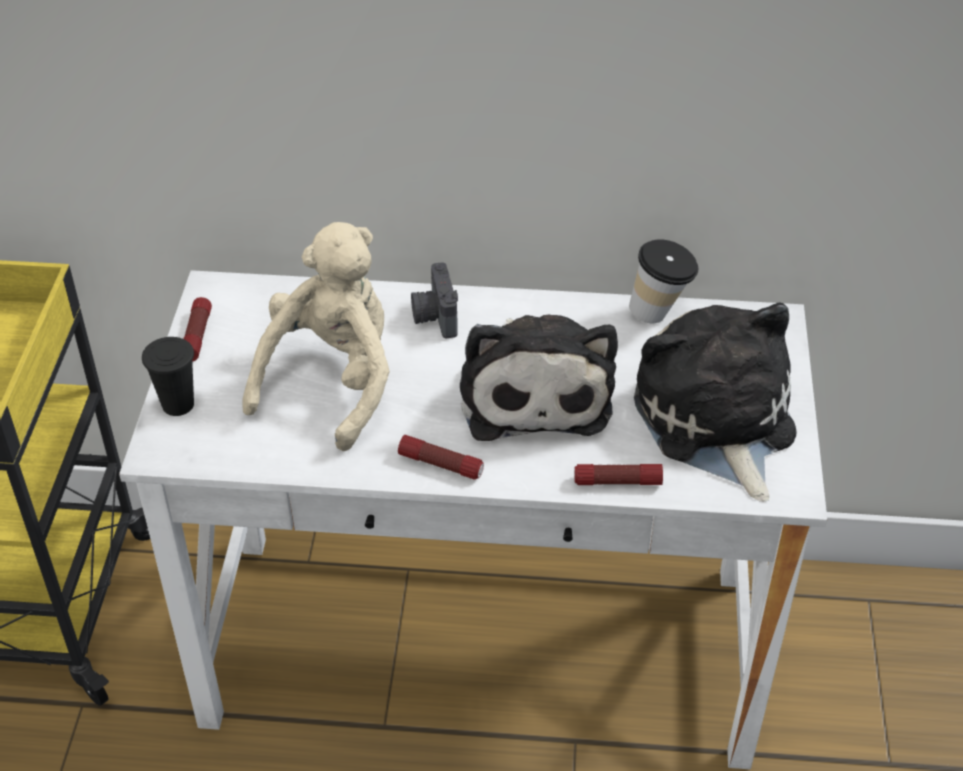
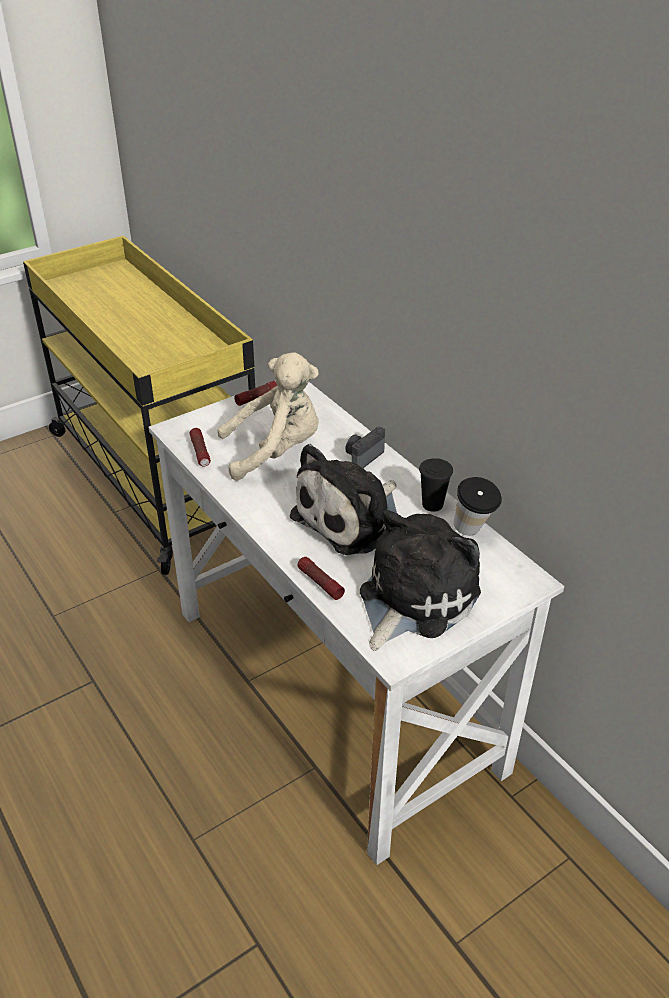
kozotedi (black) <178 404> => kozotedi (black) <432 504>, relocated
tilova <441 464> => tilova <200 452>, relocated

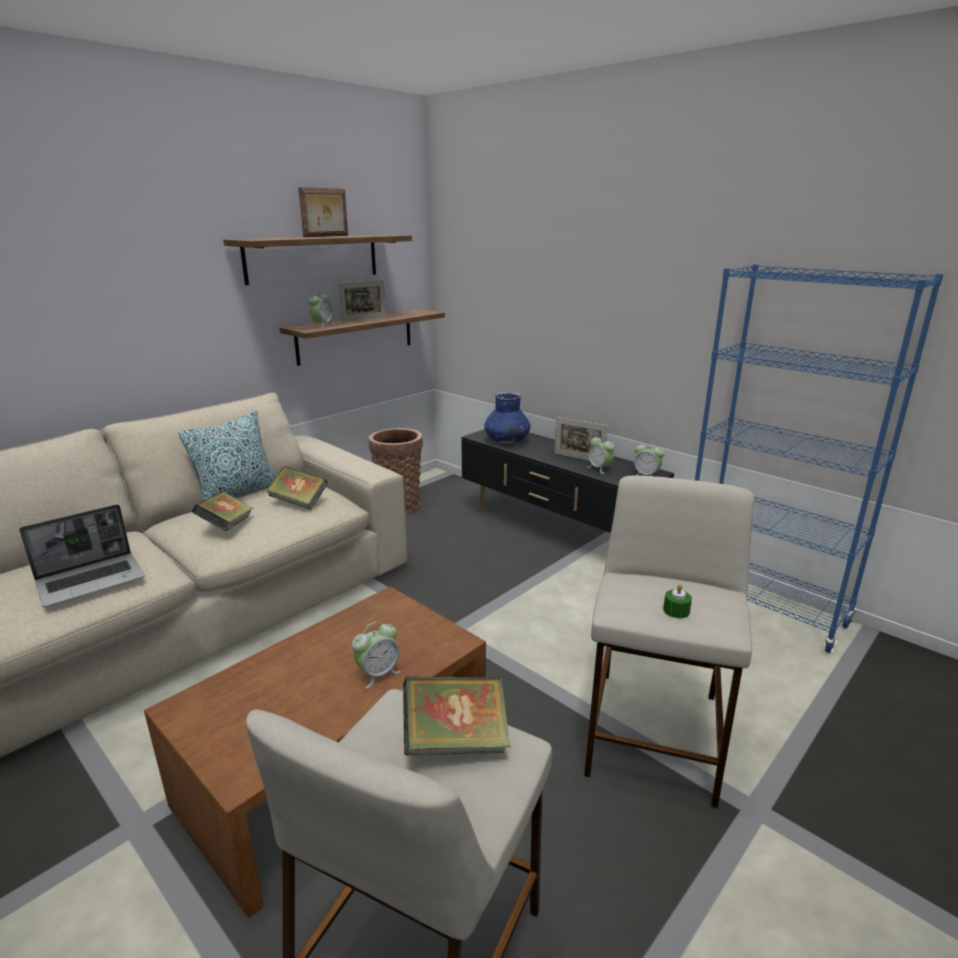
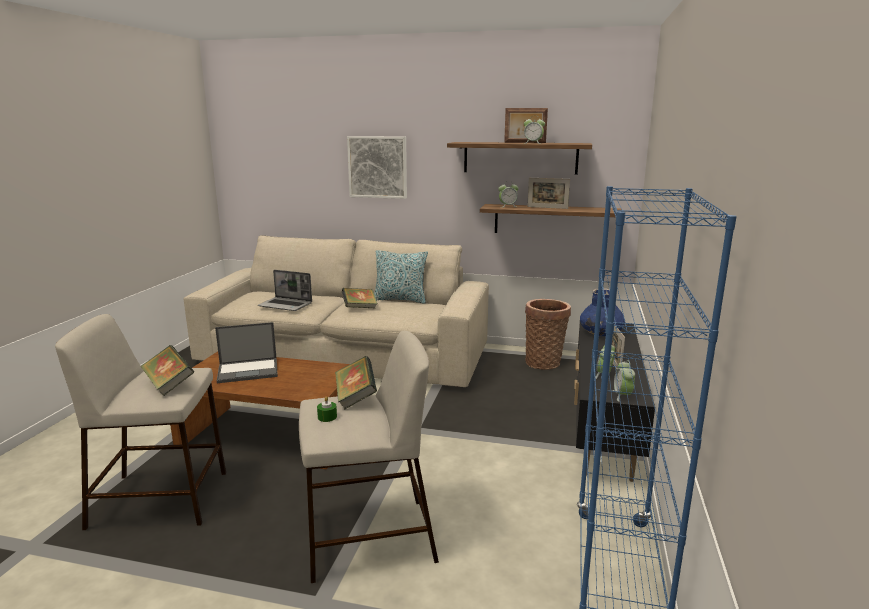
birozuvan <299 502> => birozuvan <355 397>, relocated
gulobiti <378 674> => gulobiti <533 143>, relocated
nothing => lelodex <377 167>
nothing => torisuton <249 370>

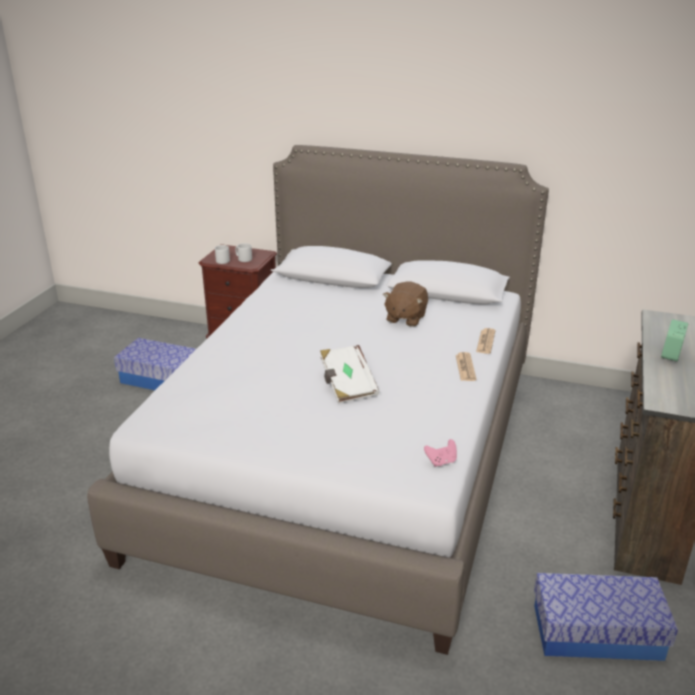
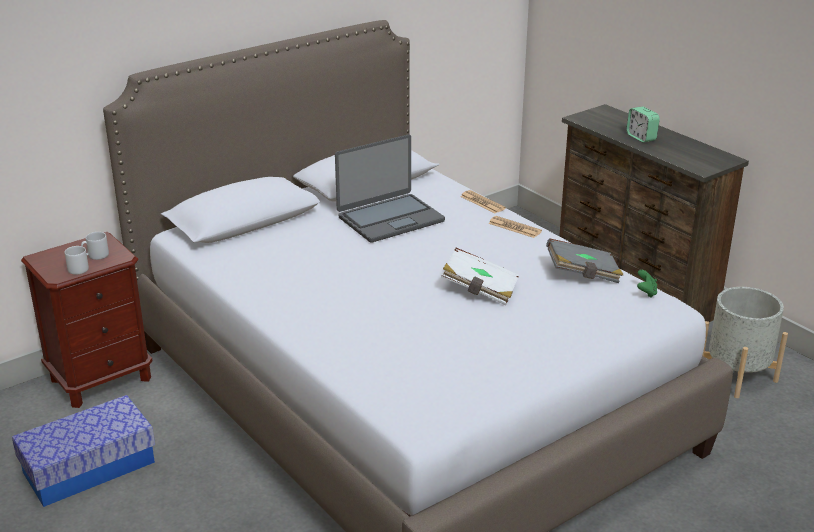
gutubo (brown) <405 318> => torisuton <390 219>
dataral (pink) <441 461> => dataral (green) <646 292>
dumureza <597 632> => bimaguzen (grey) <737 375>
nothing => birozuvan (grey) <583 274>

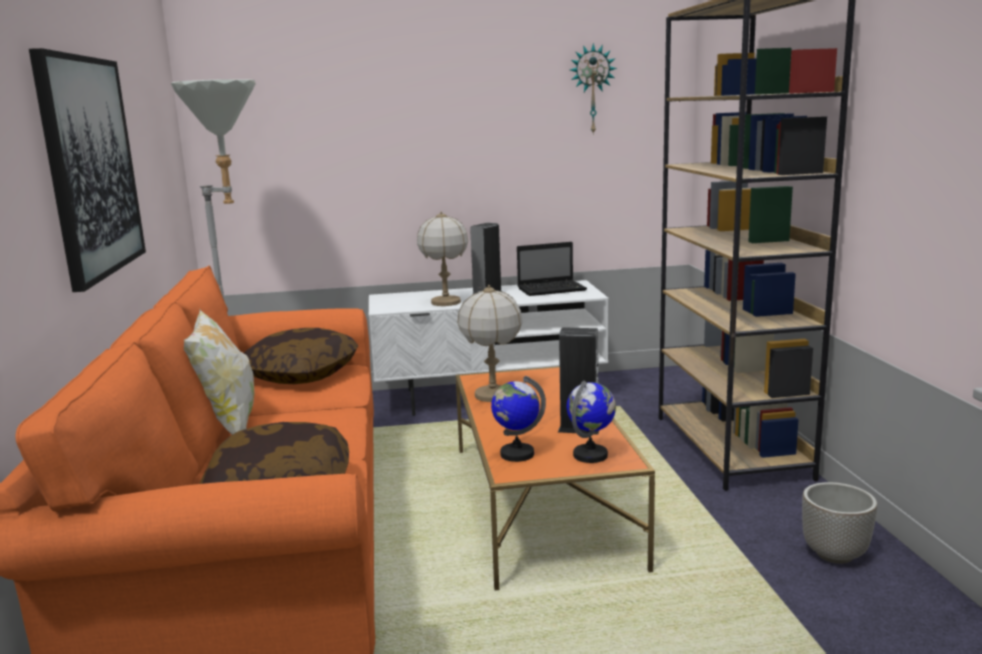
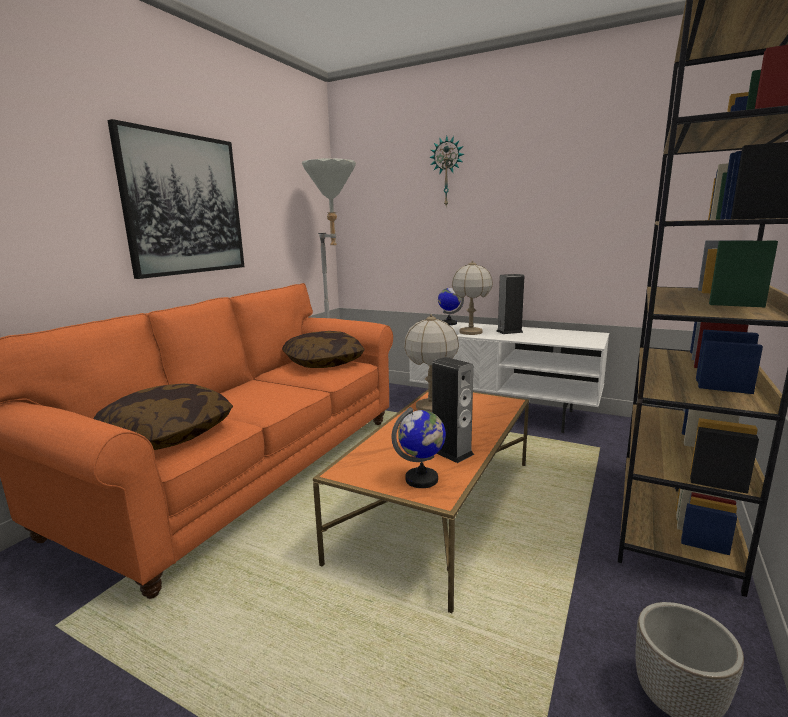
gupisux <592 89> => gupisux <447 172>, relocated
torisuton <553 289> => nothing
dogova <227 425> => nothing
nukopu <516 454> => nukopu <448 323>, relocated

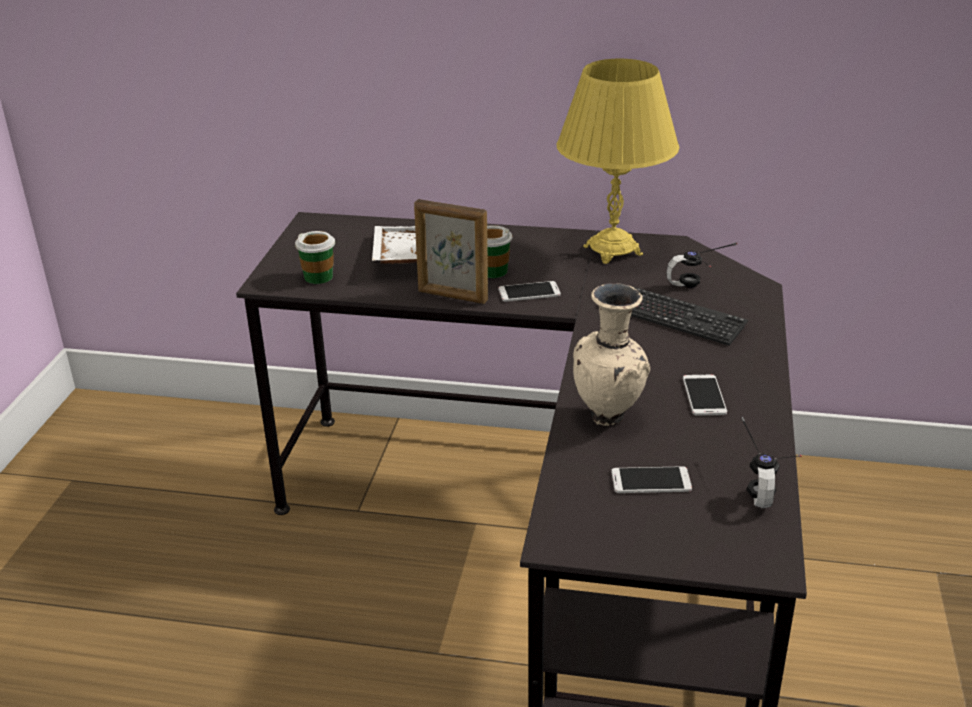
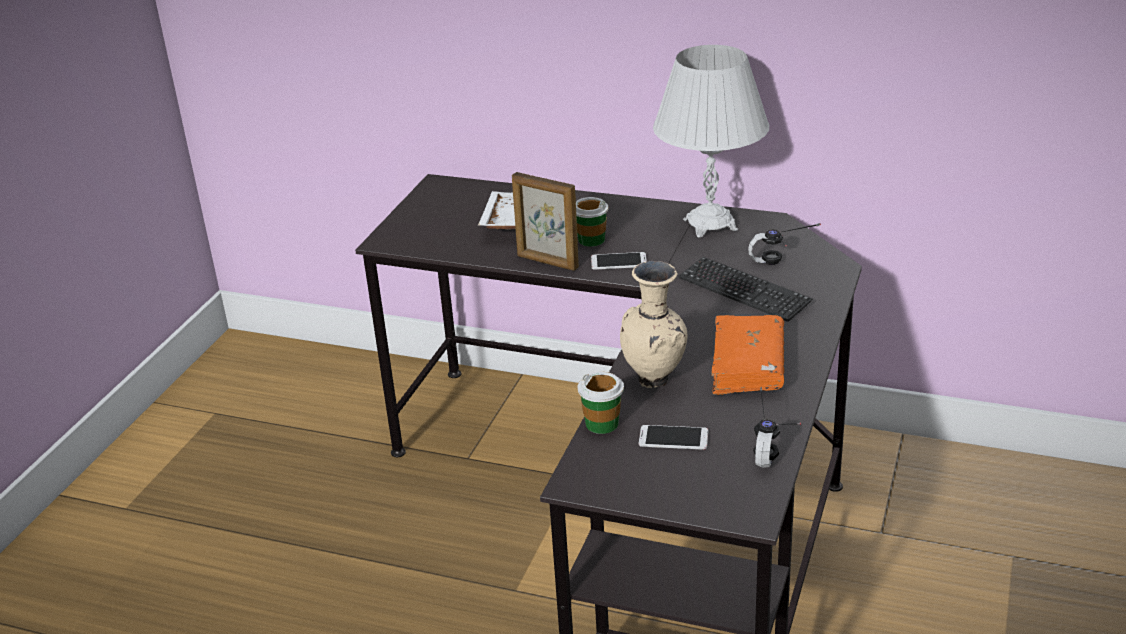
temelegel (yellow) <613 250> => temelegel (white) <710 225>
kozotedi <318 277> => kozotedi <602 423>, relocated
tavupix <704 395> => birozuvan (orange) <748 366>

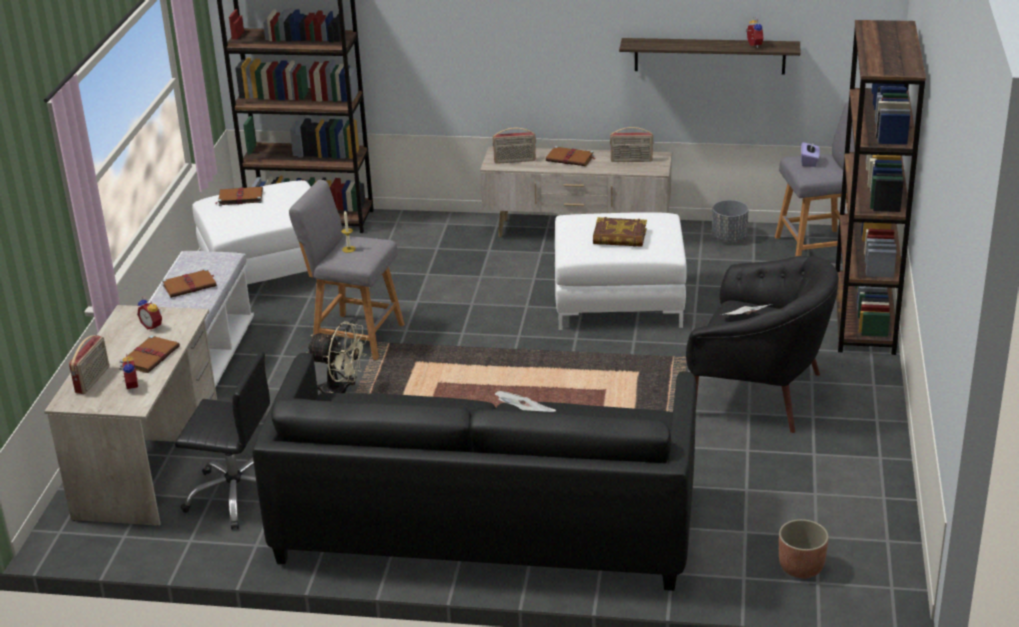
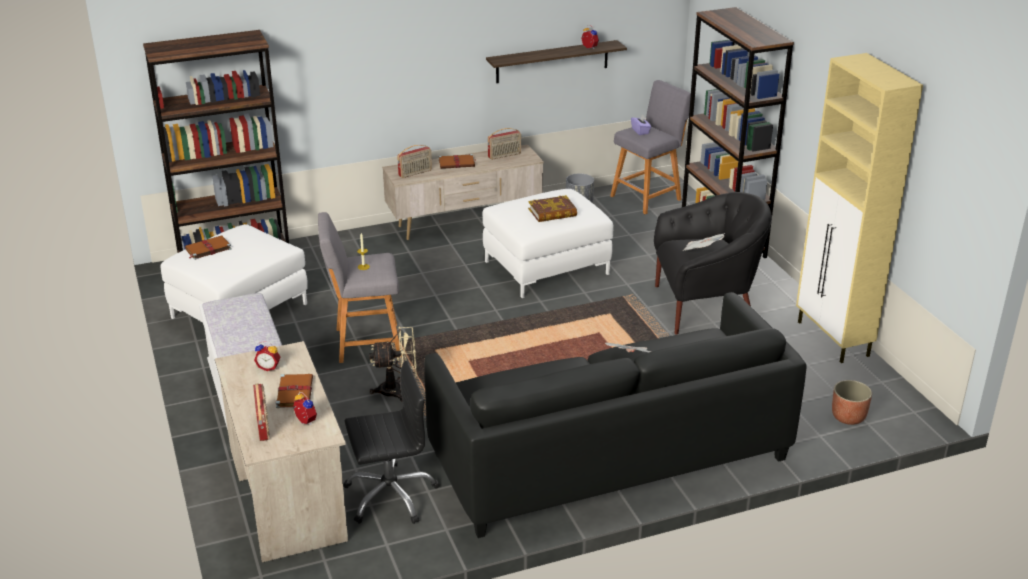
birozuvan (brown) <190 285> => nothing
nothing => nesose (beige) <833 339>

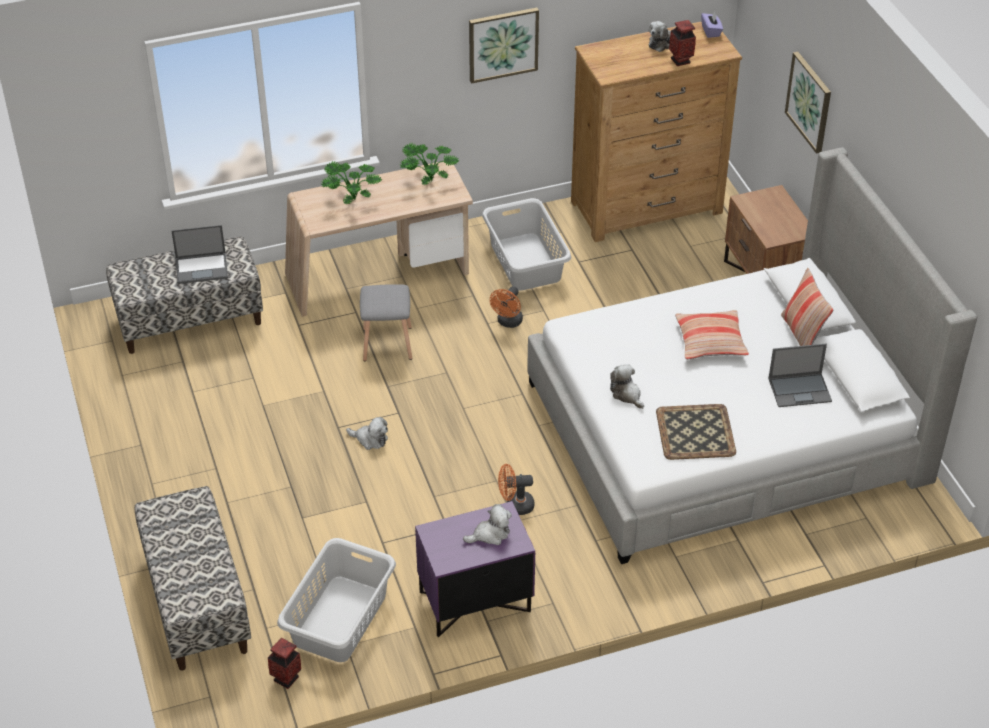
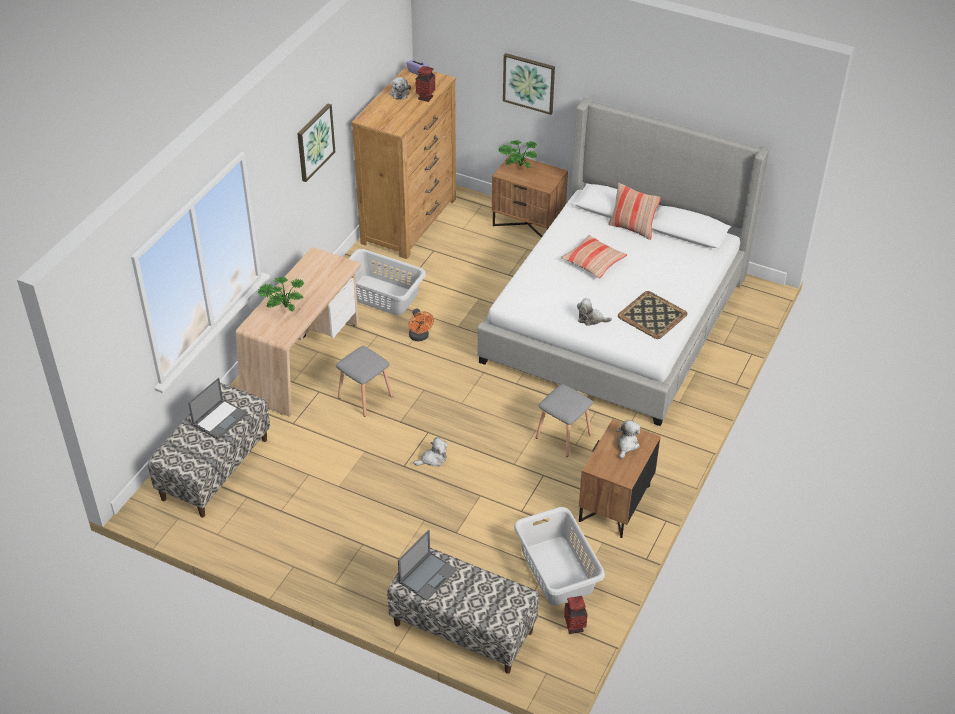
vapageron <428 179> => vapageron <517 166>, relocated
torisuton <800 390> => torisuton <428 575>, relocated
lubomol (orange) <515 505> => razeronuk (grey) <564 436>
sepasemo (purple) <475 603> => sepasemo (brown) <615 504>

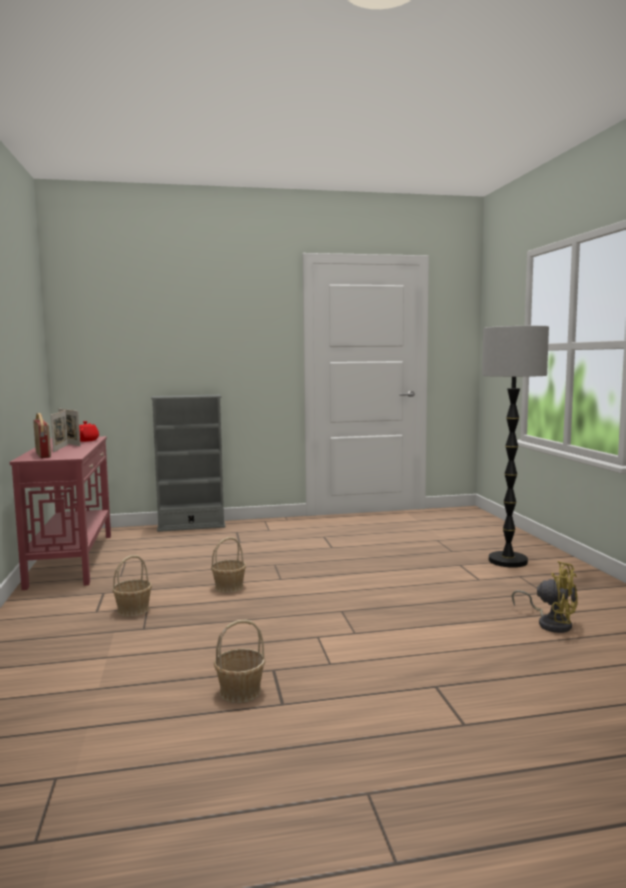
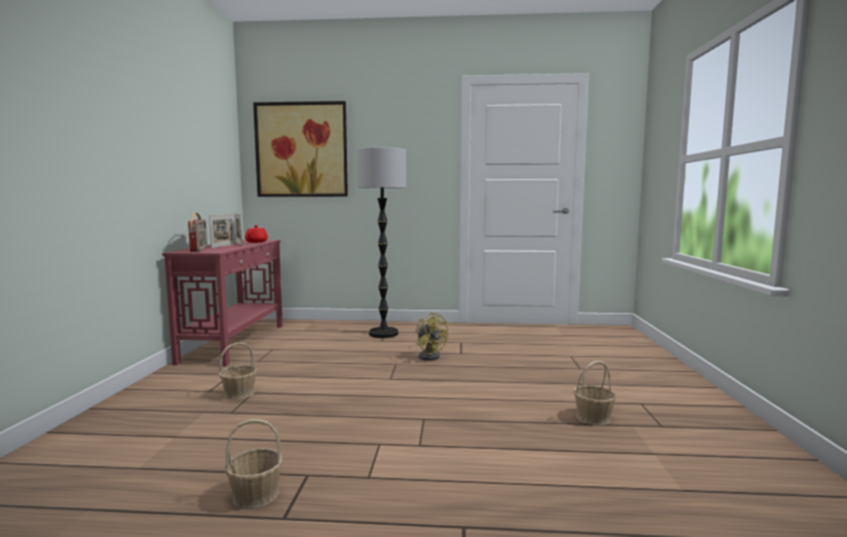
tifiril <508 561> => tifiril <384 334>, relocated
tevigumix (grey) <191 526> => nothing
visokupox <229 587> => visokupox <593 418>, relocated
lubomol (yellow) <551 623> => lubomol (yellow) <429 356>, relocated
nothing => lelodex <301 150>

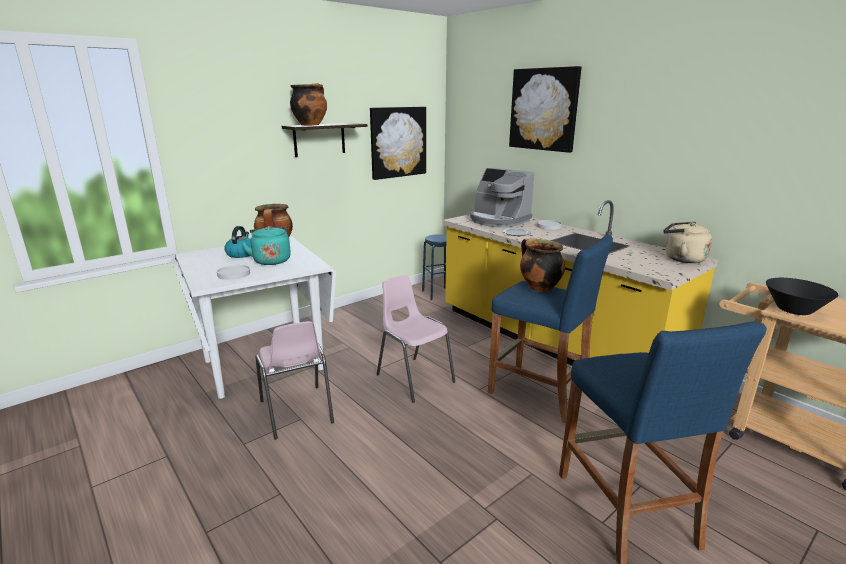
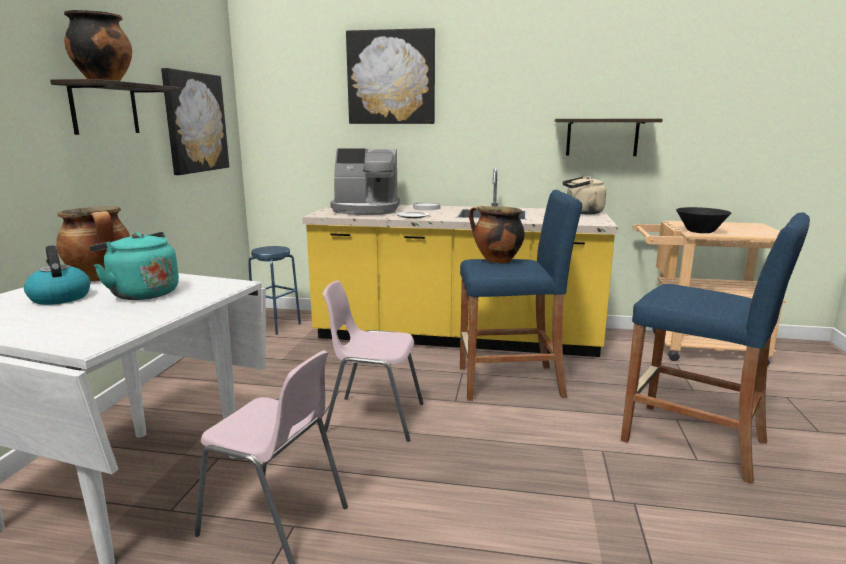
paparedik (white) <233 274> => nothing
nothing => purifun <602 137>

